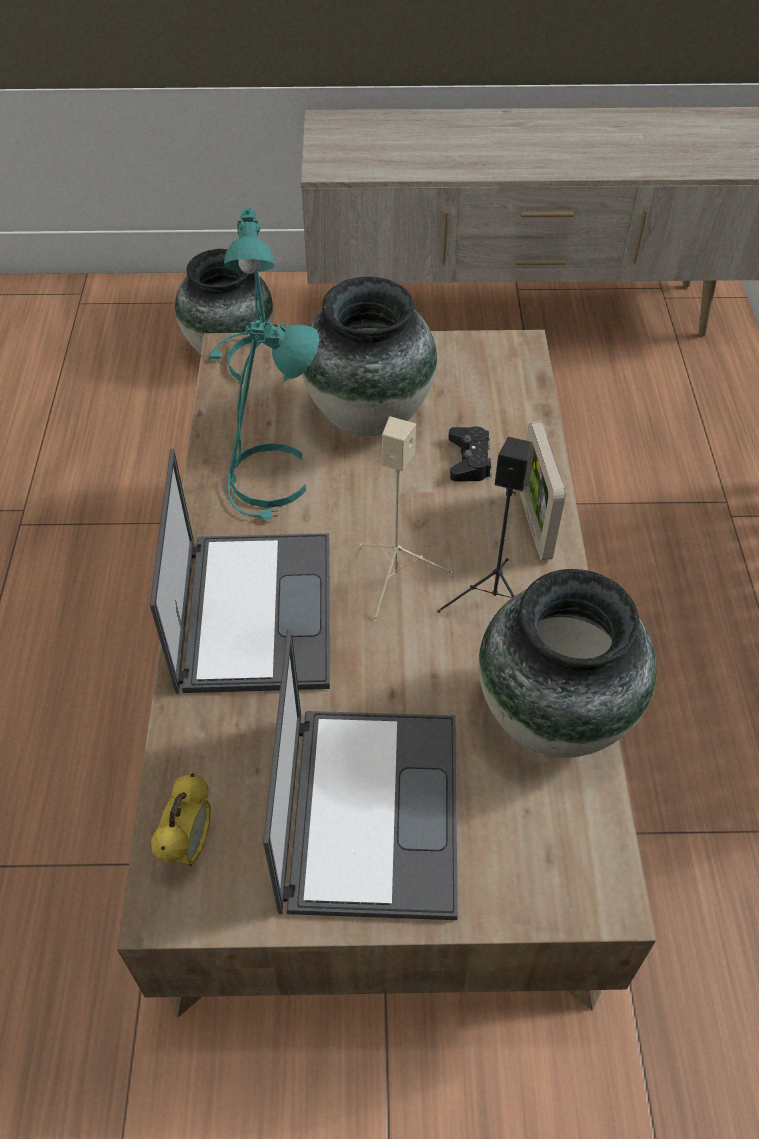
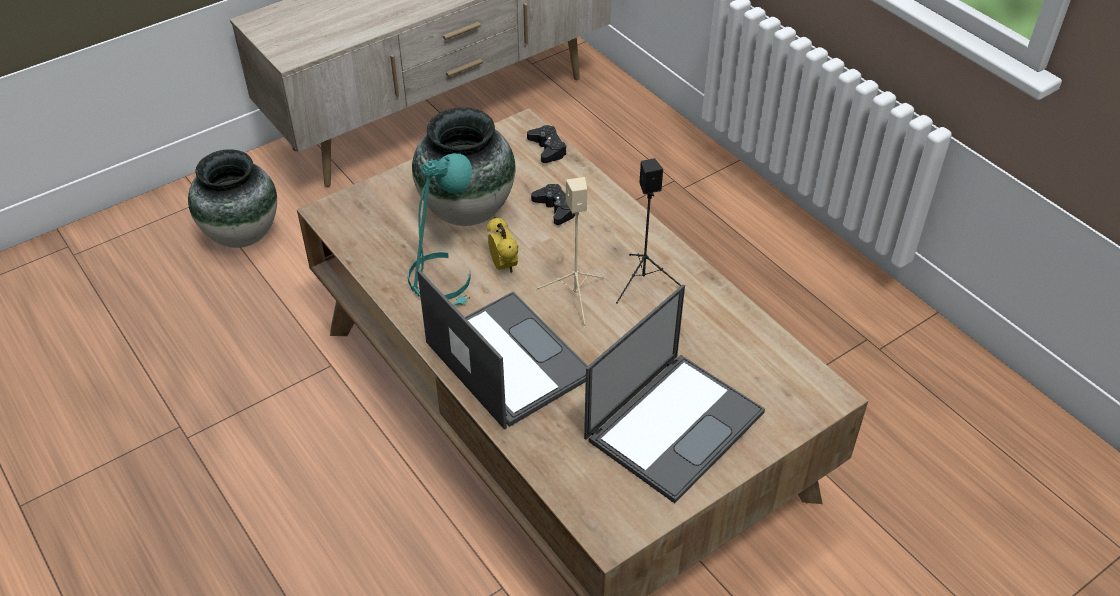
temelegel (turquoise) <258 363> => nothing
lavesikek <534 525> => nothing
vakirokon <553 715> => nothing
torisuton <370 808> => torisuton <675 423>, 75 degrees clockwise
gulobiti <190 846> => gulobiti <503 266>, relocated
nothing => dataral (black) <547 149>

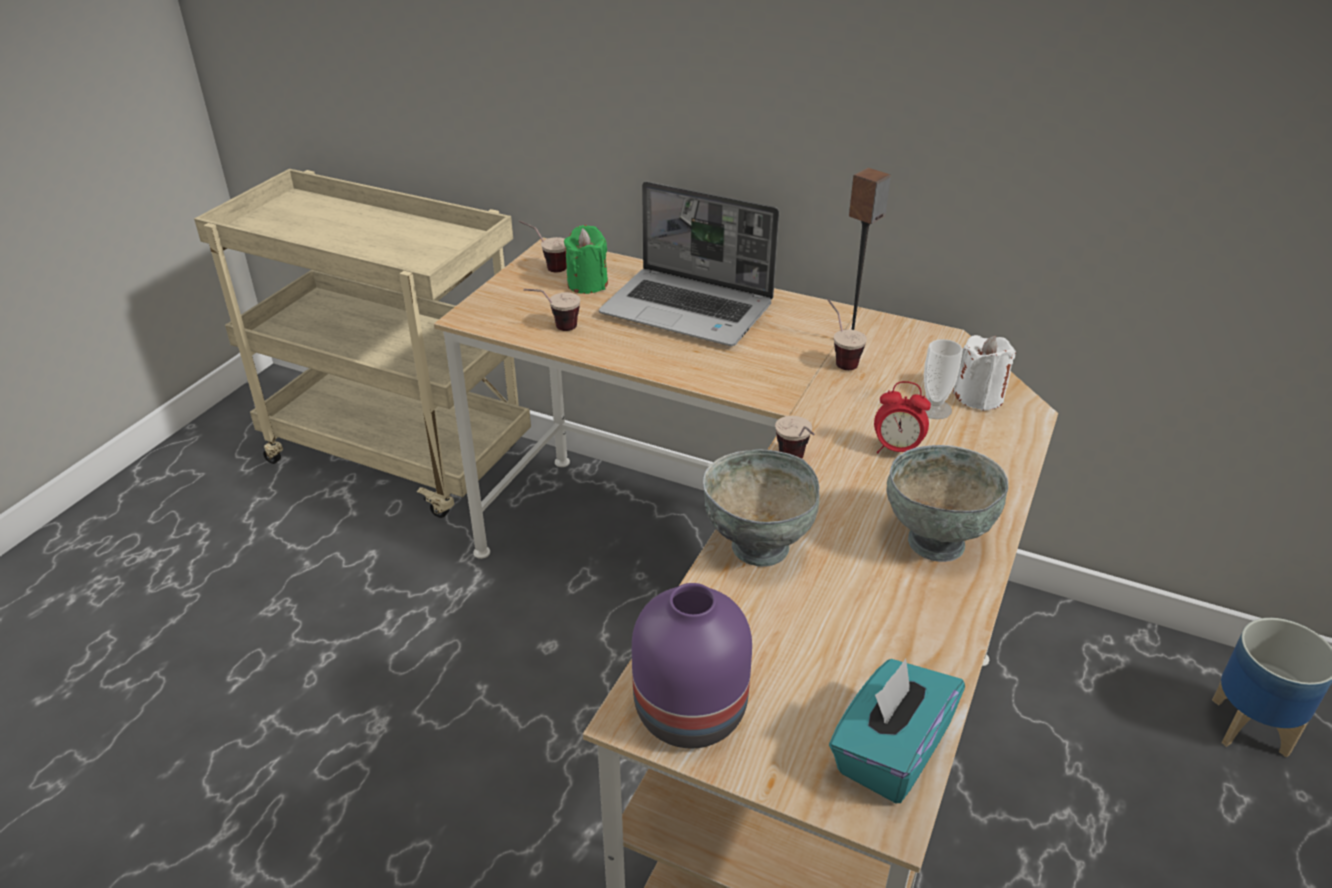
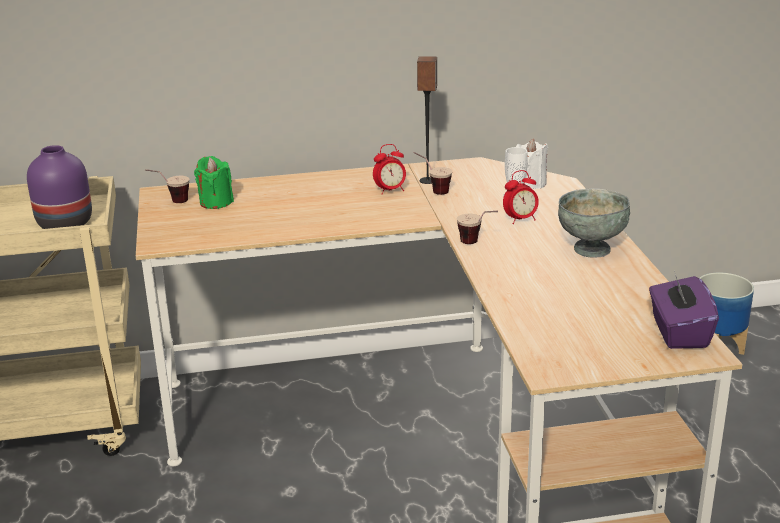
torisuton <689 310> => nothing
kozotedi <554 329> => nothing
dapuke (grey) <758 548> => nothing
vakirokon (purple) <693 712> => vakirokon (purple) <66 223>, relocated
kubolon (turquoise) <889 752> => kubolon (purple) <678 332>
nothing => gulobiti <390 190>

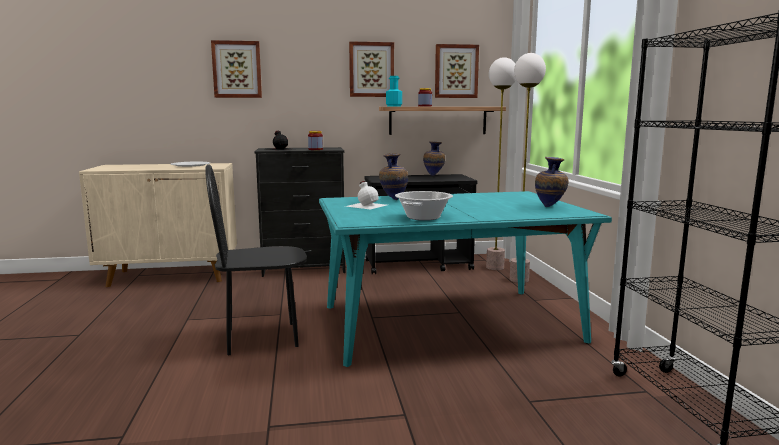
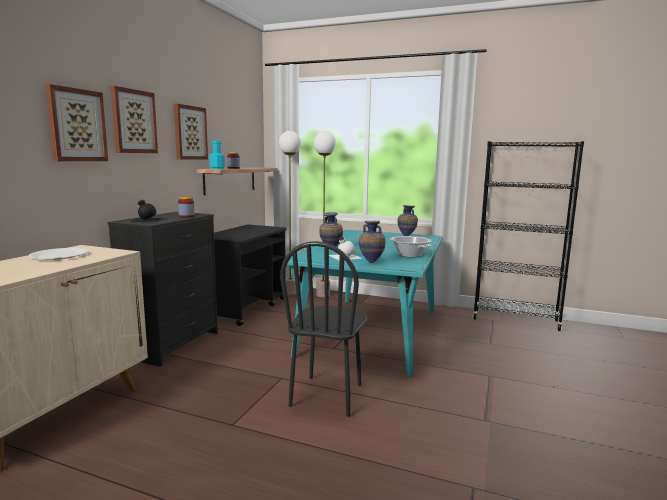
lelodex <456 71> => lelodex <133 121>, relocated
vakirokon <434 175> => vakirokon <371 262>, relocated

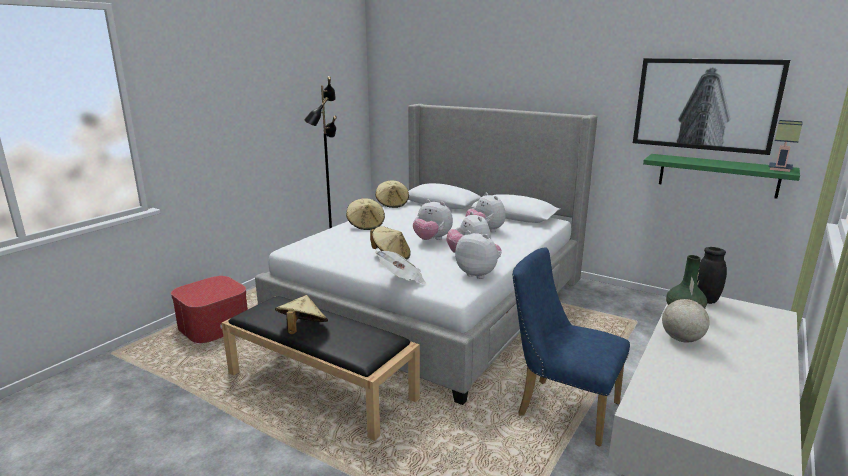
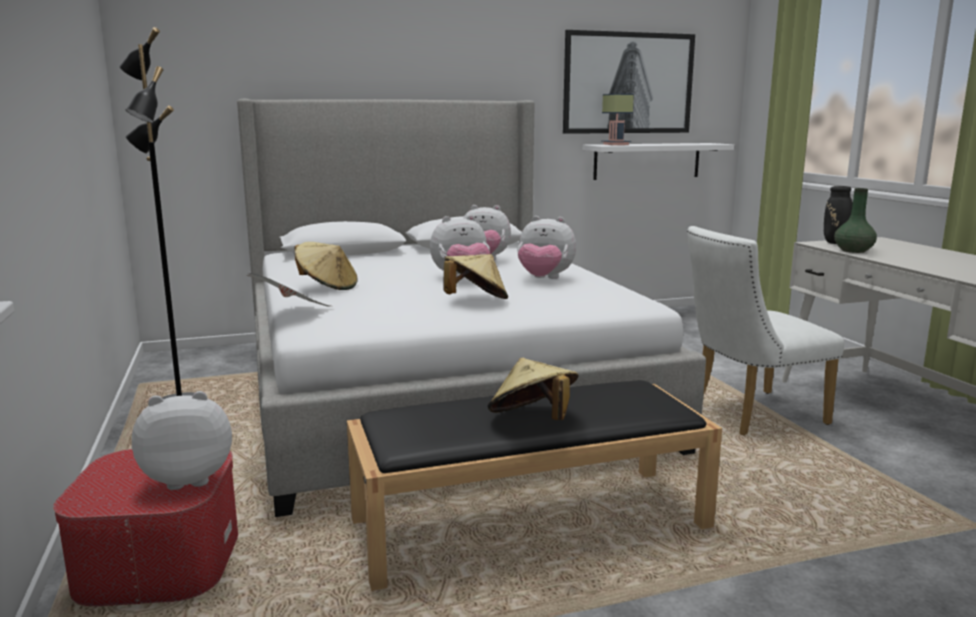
temelegel <781 169> => temelegel <617 144>, relocated
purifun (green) <717 175> => purifun (white) <647 161>
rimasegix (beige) <392 204> => nothing
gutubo <478 274> => gutubo <189 478>, relocated
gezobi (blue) <560 407> => gezobi (white) <748 415>
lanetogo <401 279> => lanetogo <291 311>, relocated
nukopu <681 339> => nothing

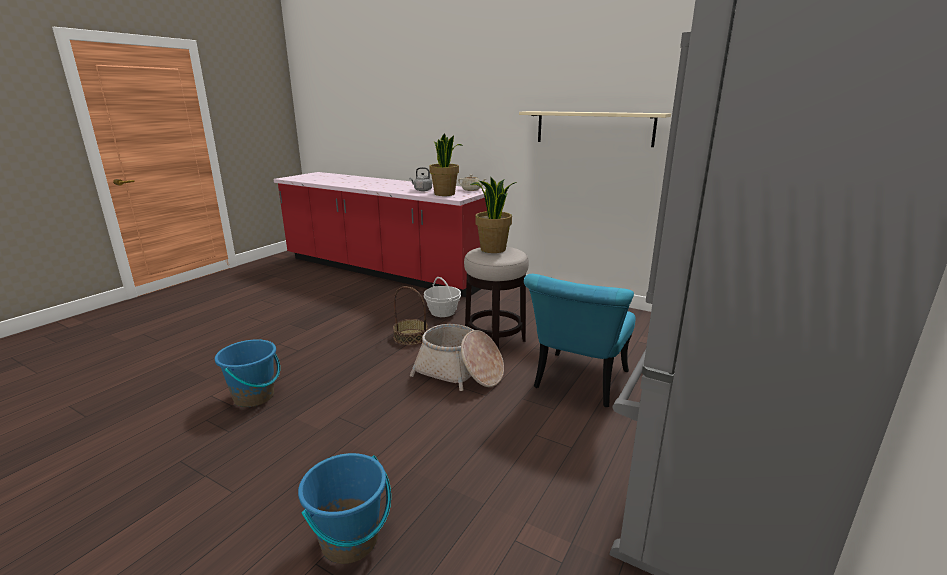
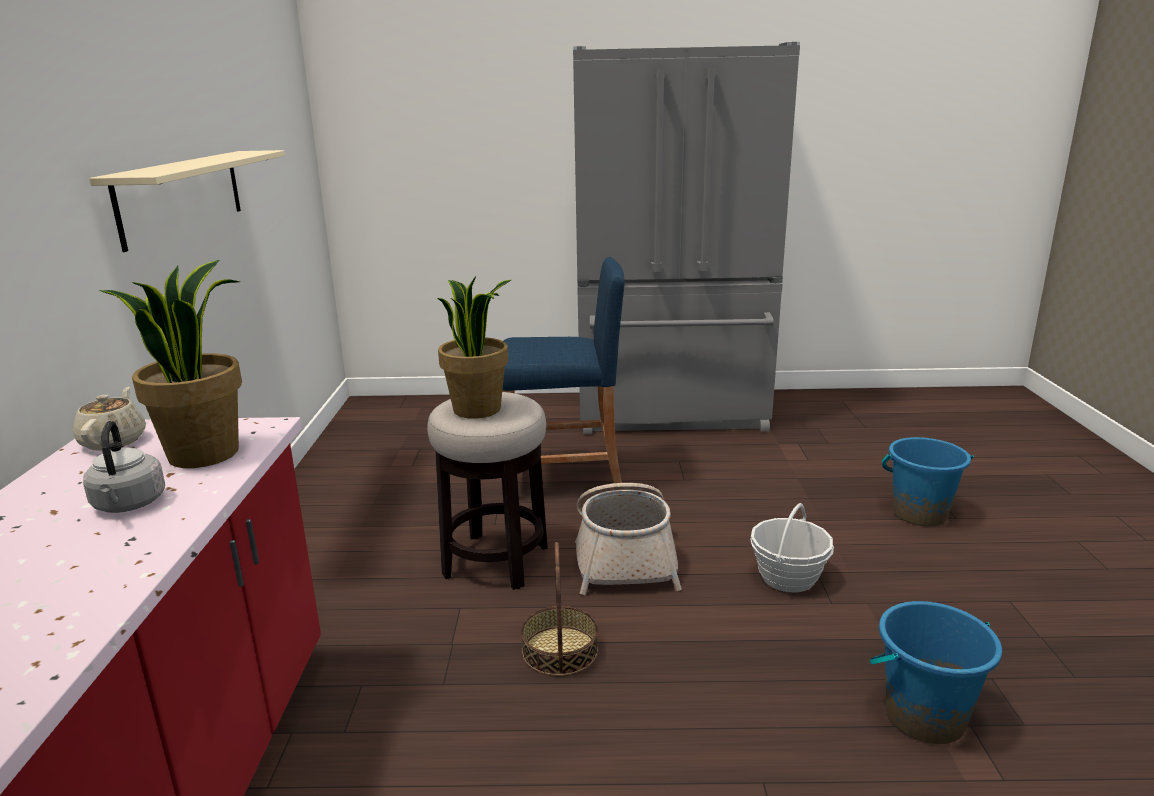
gezobi (turquoise) <577 384> => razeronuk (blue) <564 478>
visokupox <442 312> => visokupox <788 577>, relocated

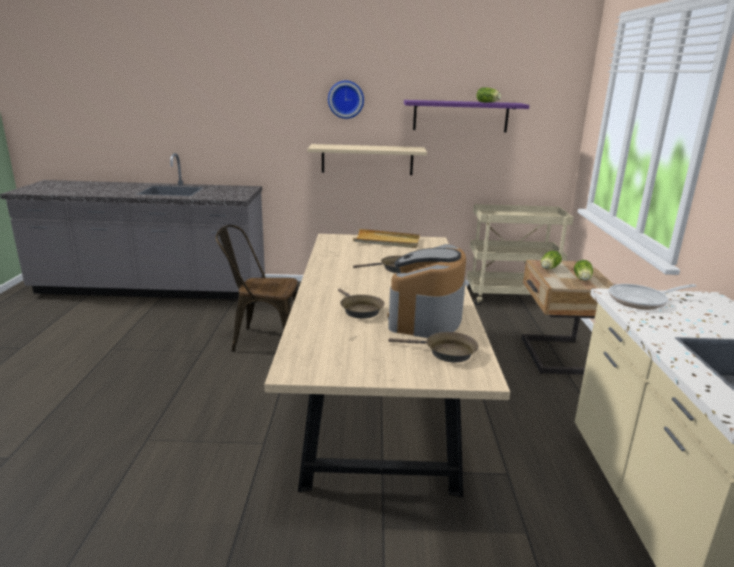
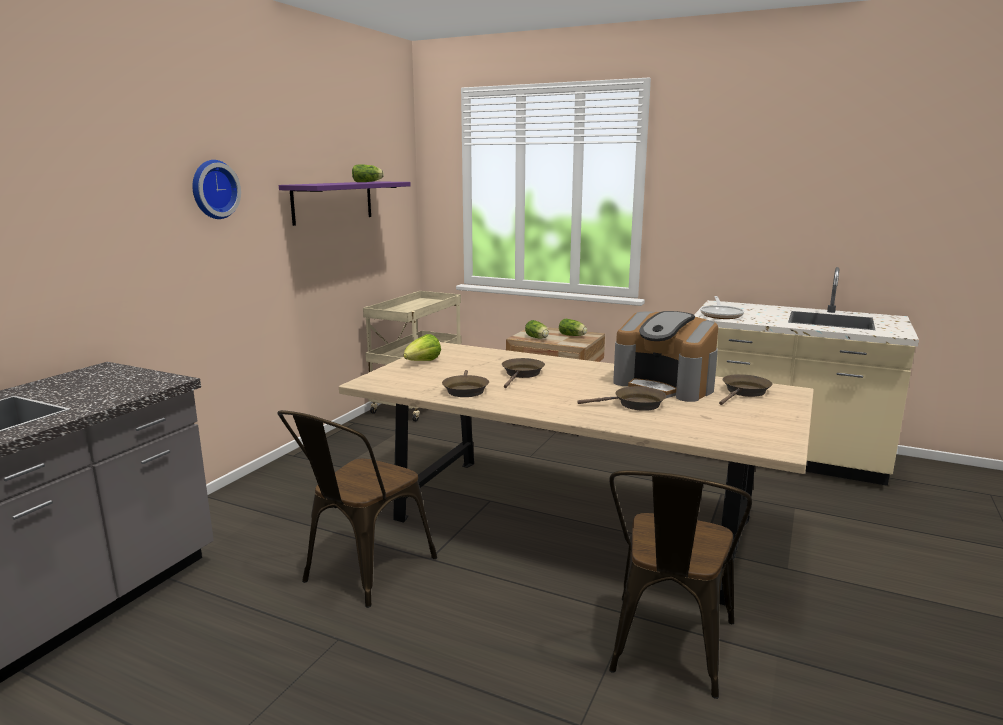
purifun (beige) <367 159> => nothing
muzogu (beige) <387 241> => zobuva <422 362>
nothing => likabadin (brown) <465 390>
nothing => gezobi (brown) <668 652>

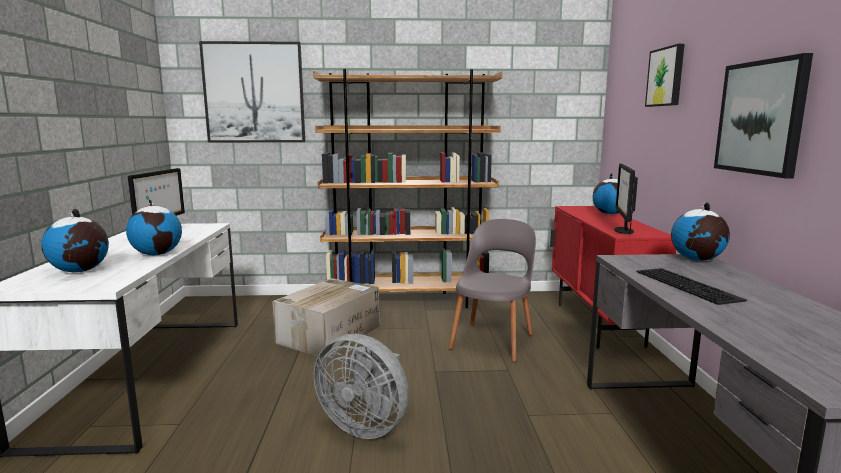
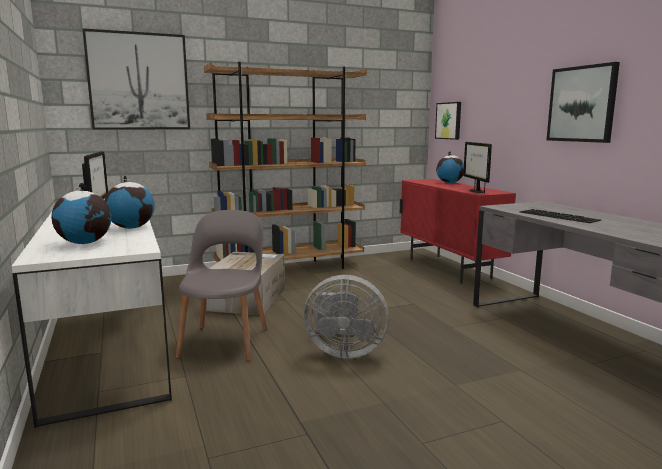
lelodex <666 77> => lelodex <449 120>, relocated
nukopu <697 259> => nothing
gezobi (grey) <493 340> => gezobi (grey) <226 340>, relocated

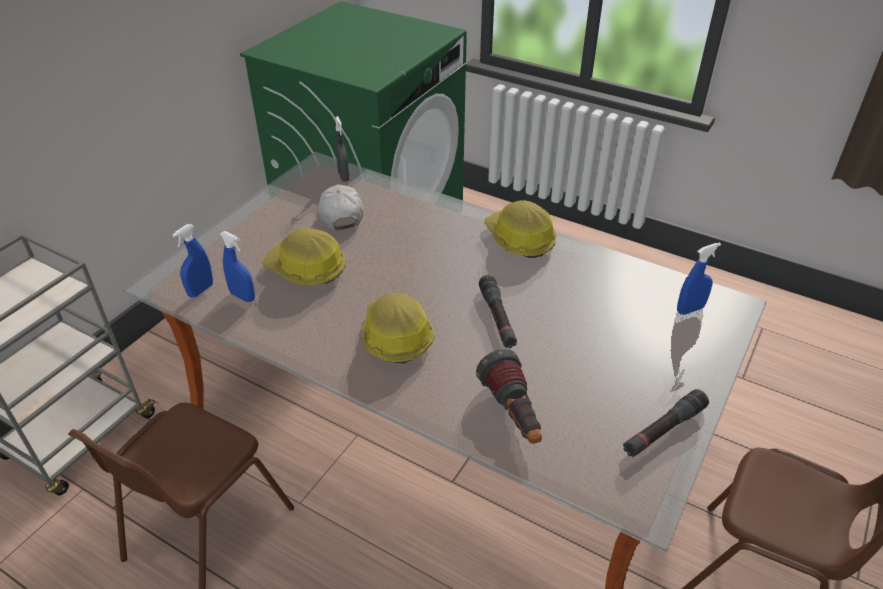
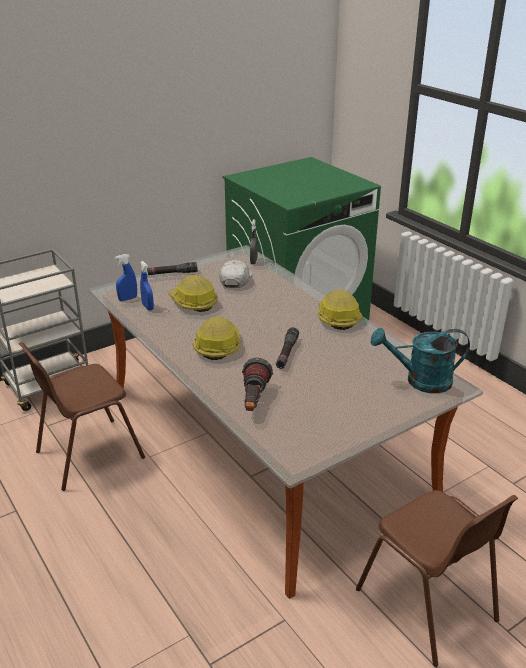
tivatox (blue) <690 309> => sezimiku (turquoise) <420 381>
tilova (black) <663 430> => tilova (black) <171 273>, relocated

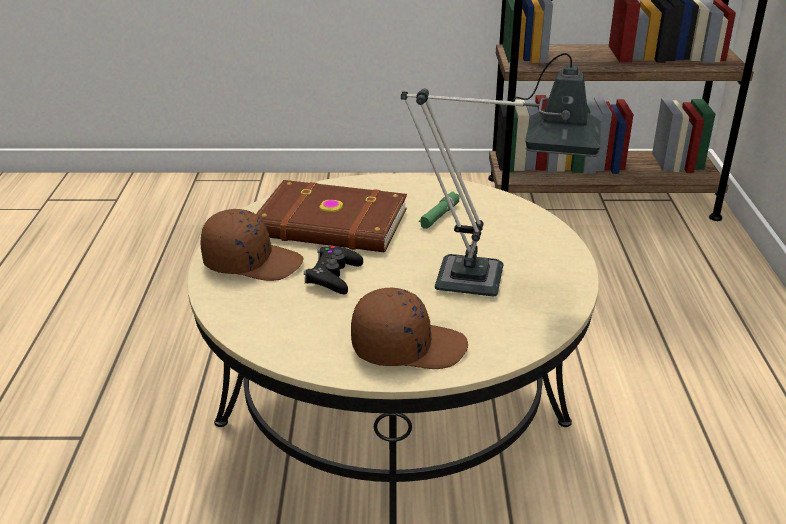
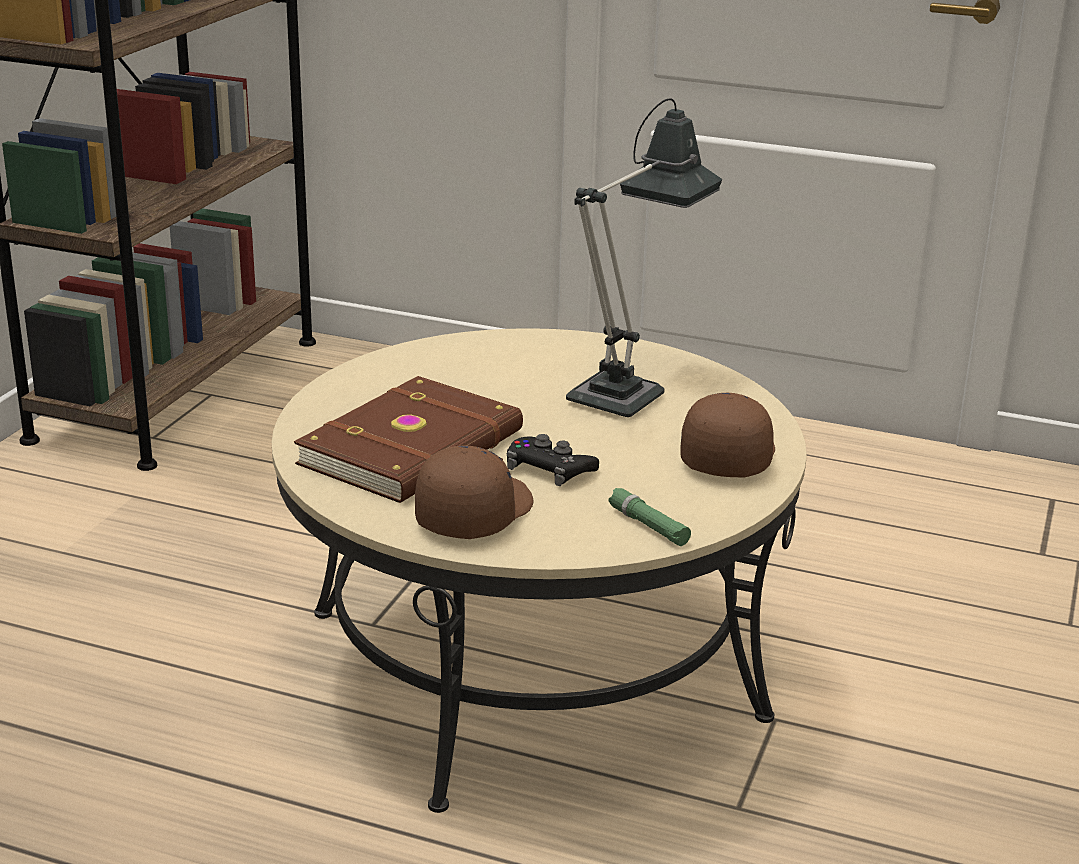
tilova (green) <439 215> => tilova (green) <648 525>, relocated

